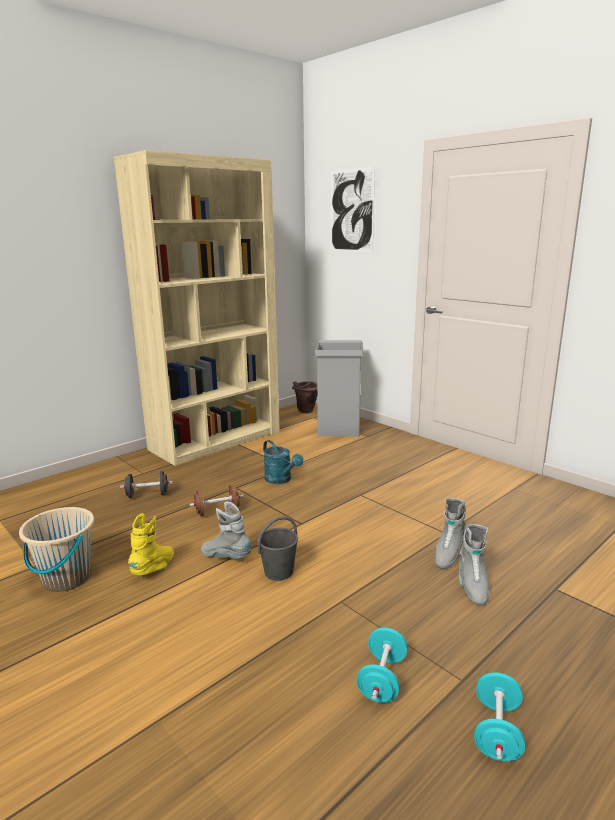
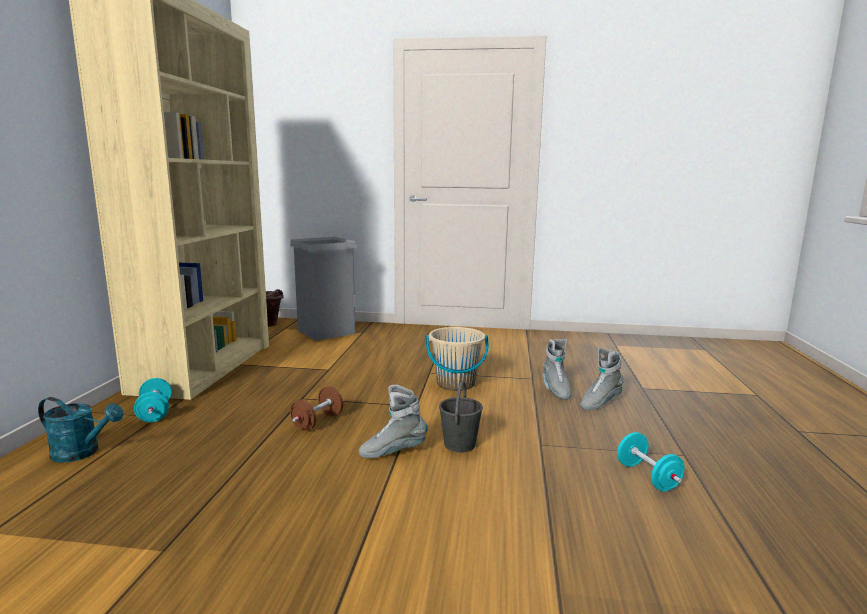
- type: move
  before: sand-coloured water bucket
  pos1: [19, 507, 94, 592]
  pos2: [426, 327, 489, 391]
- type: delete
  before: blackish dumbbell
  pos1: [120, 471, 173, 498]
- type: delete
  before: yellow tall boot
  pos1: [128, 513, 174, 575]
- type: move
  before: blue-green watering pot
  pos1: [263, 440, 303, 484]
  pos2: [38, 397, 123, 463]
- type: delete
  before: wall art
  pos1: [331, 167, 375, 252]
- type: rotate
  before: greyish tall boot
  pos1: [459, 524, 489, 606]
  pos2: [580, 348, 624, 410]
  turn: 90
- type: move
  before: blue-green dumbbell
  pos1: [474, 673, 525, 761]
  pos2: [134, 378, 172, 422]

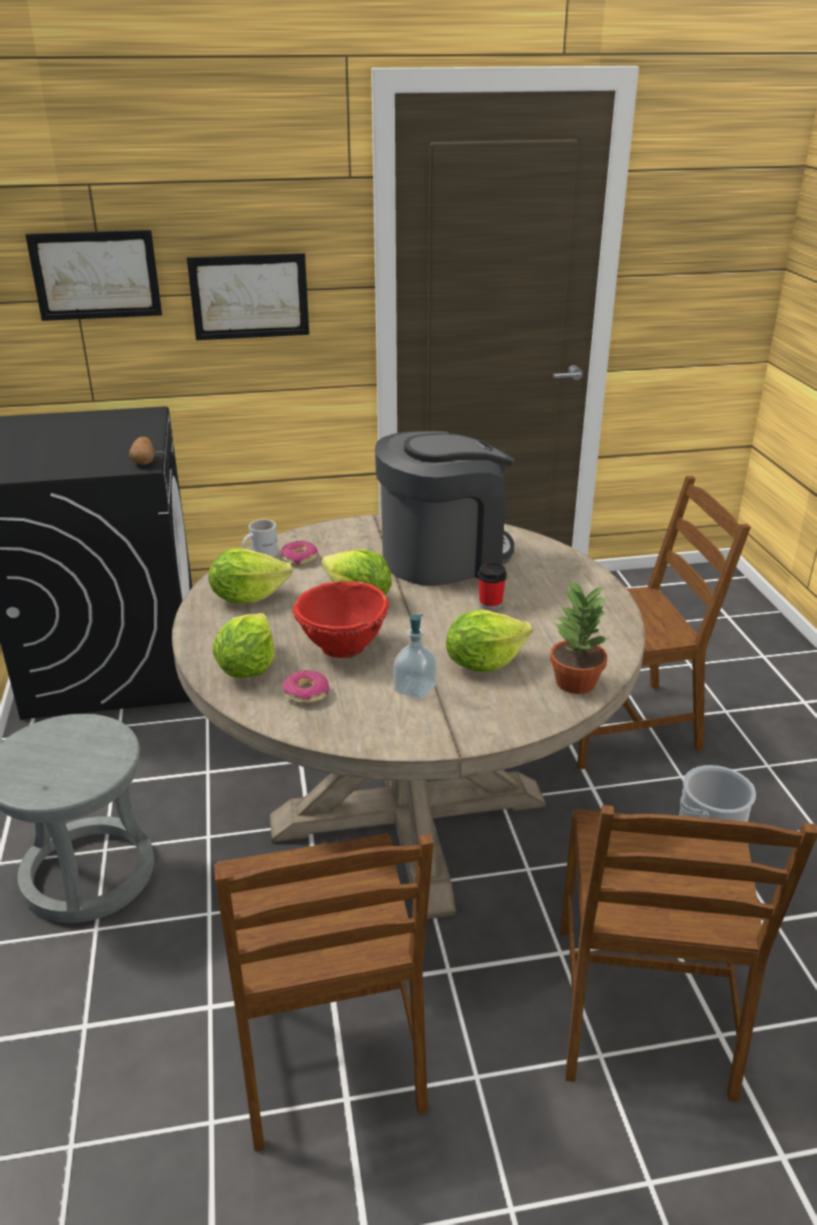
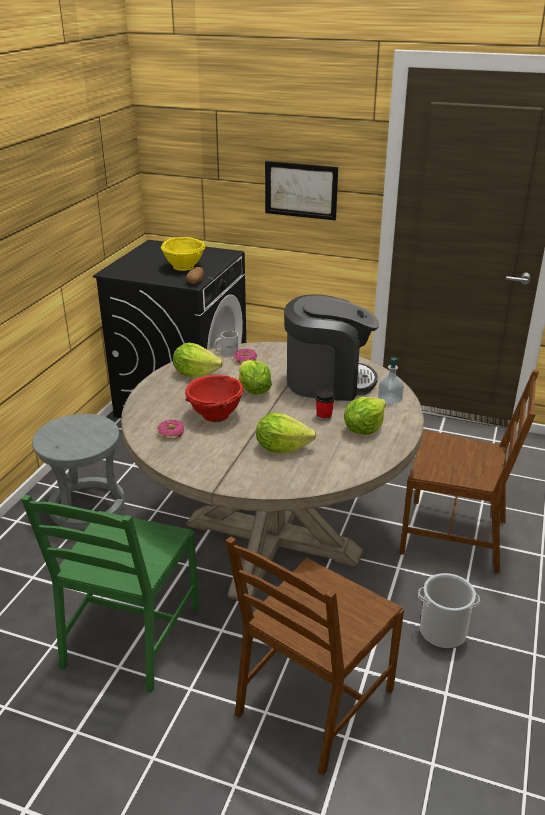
- type: delete
  before: wall art
  pos1: [25, 230, 162, 321]
- type: move
  before: head of lettuce
  pos1: [213, 613, 275, 678]
  pos2: [344, 397, 386, 435]
- type: recolor
  before: brown-coloured plain chair
  after: green plain chair
  pos1: [214, 833, 434, 1152]
  pos2: [21, 495, 199, 693]
- type: move
  before: soap dispenser
  pos1: [394, 614, 437, 700]
  pos2: [378, 357, 404, 406]
- type: delete
  before: potted plant
  pos1: [550, 579, 610, 694]
- type: insert
  after: yellow deep dish
  pos2: [161, 237, 205, 271]

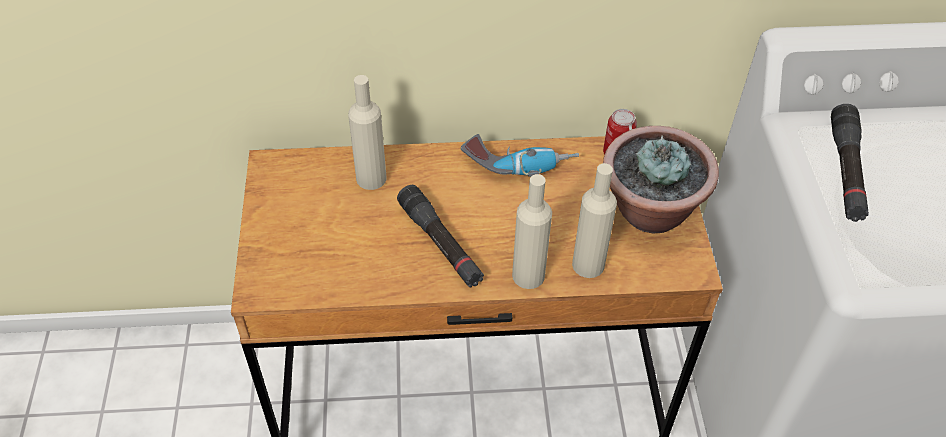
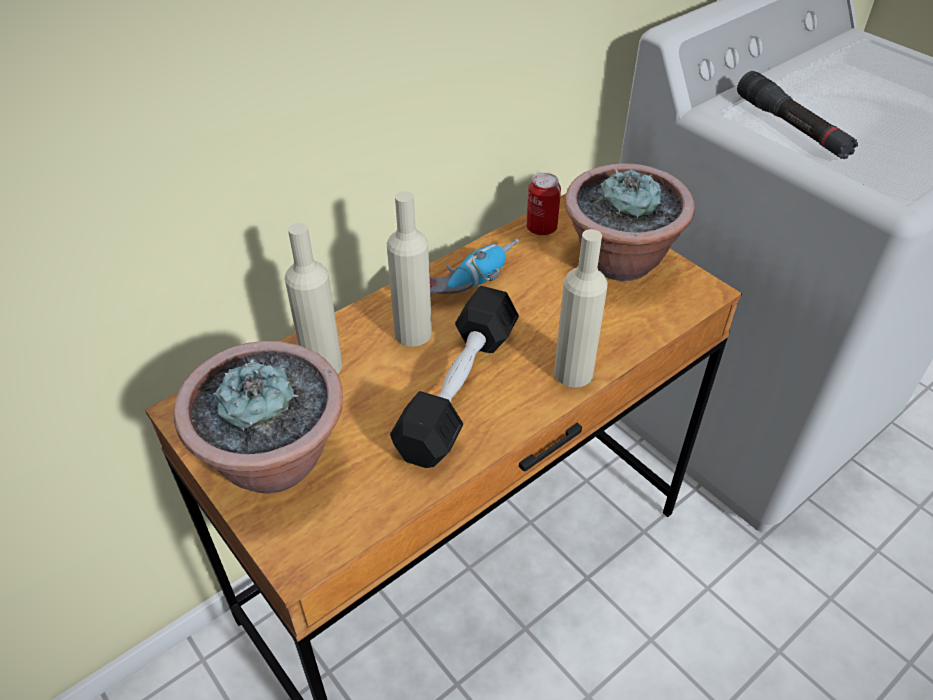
- type: replace
  before: blackish hand torch
  after: blackish dumbbell
  pos1: [397, 185, 484, 288]
  pos2: [390, 286, 519, 468]
- type: move
  before: sand-coloured drink bottle
  pos1: [572, 163, 617, 278]
  pos2: [387, 191, 432, 347]
- type: insert
  after: potted plant
  pos2: [174, 341, 343, 494]

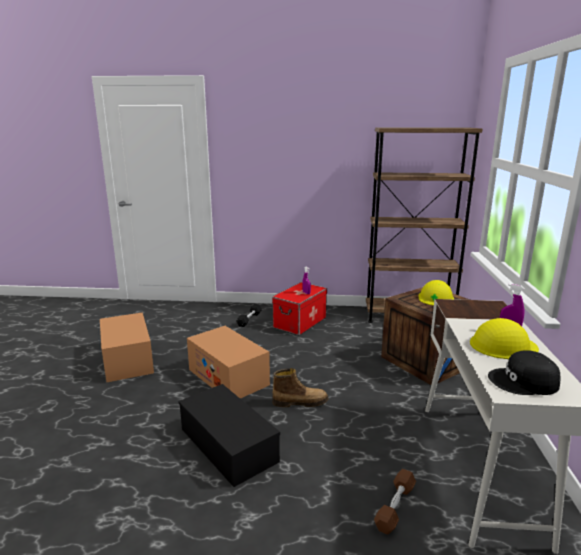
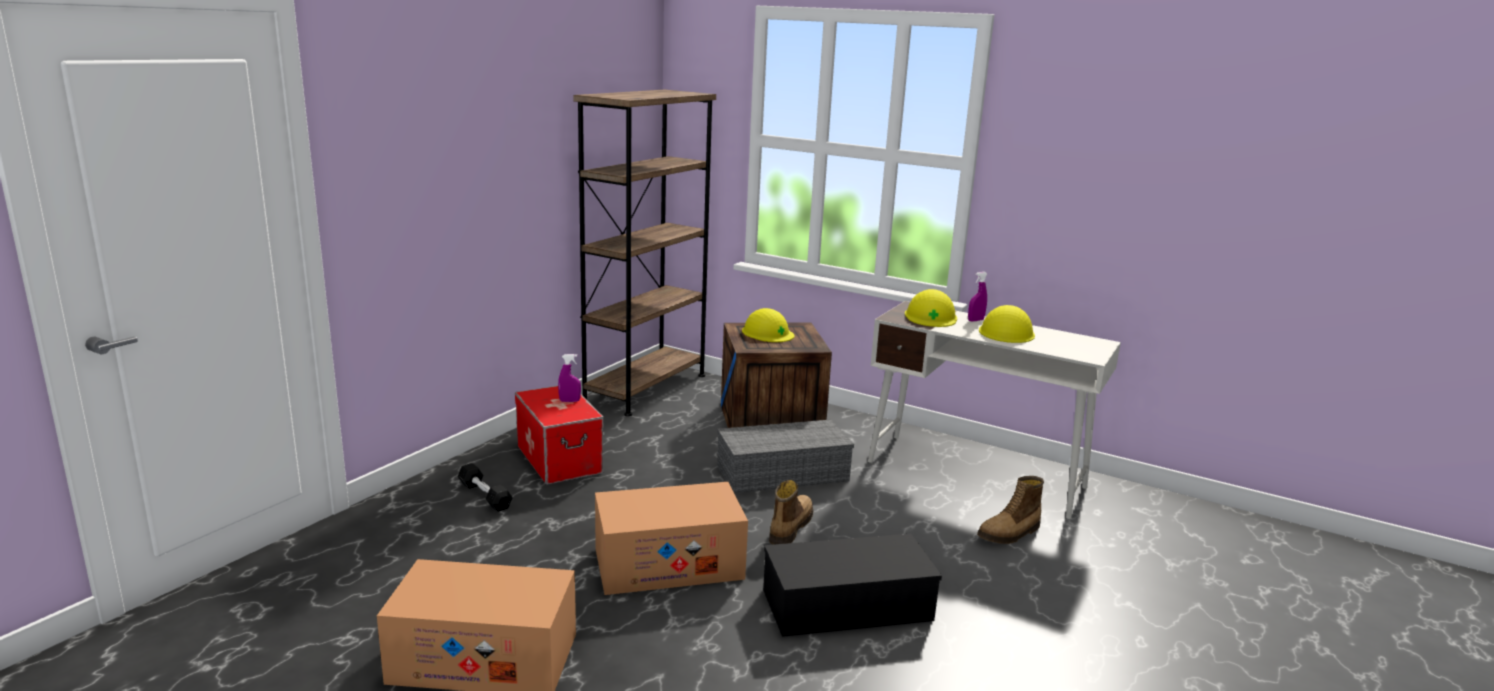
- type: replace
  before: brown-coloured dumbbell
  after: tall boot
  pos1: [374, 469, 416, 534]
  pos2: [977, 476, 1044, 544]
- type: delete
  before: blackish cap
  pos1: [488, 350, 560, 395]
- type: insert
  after: greyish storage container
  pos2: [717, 419, 854, 493]
- type: insert
  after: yellow hard hat
  pos2: [905, 289, 957, 327]

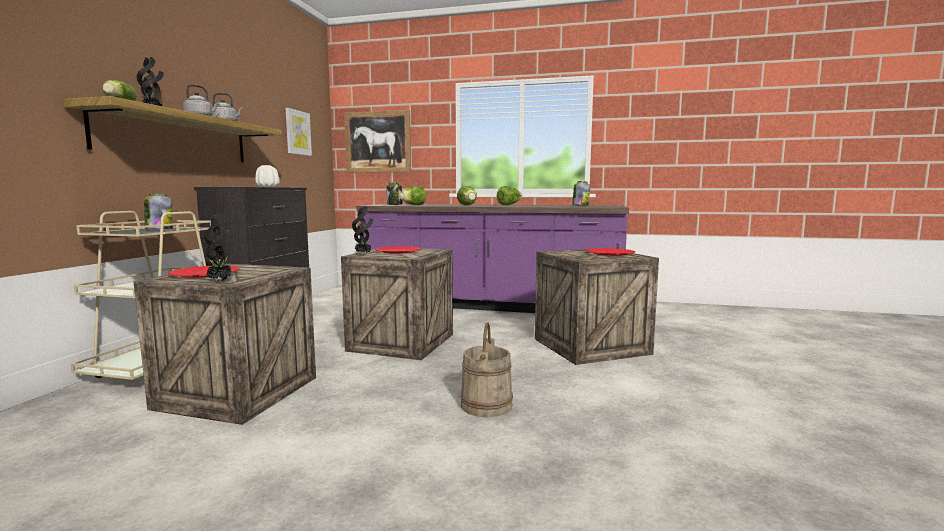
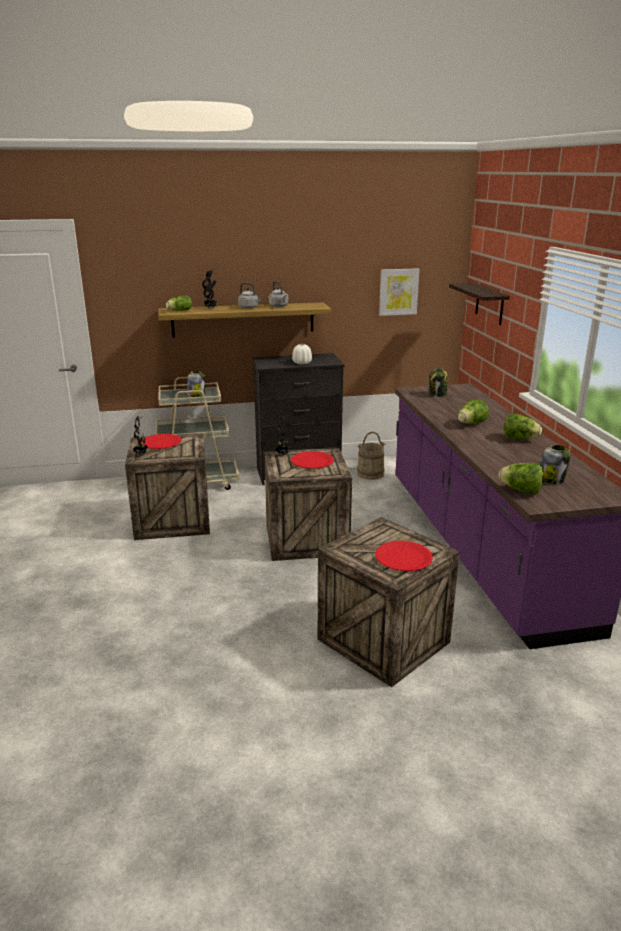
- type: replace
  before: wall art
  after: bracket shelf
  pos1: [344, 110, 411, 173]
  pos2: [449, 283, 510, 325]
- type: move
  before: head of lettuce
  pos1: [399, 186, 427, 205]
  pos2: [499, 463, 544, 494]
- type: move
  before: sand-coloured water bucket
  pos1: [460, 322, 513, 417]
  pos2: [357, 432, 386, 480]

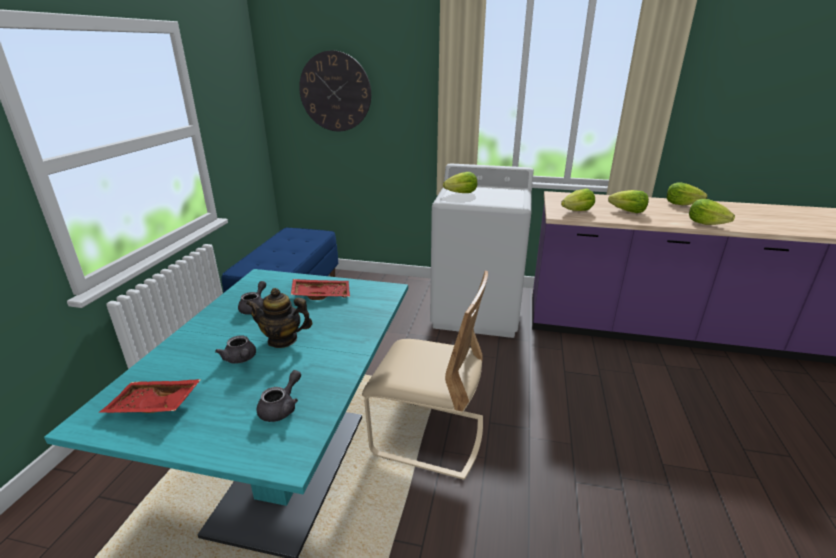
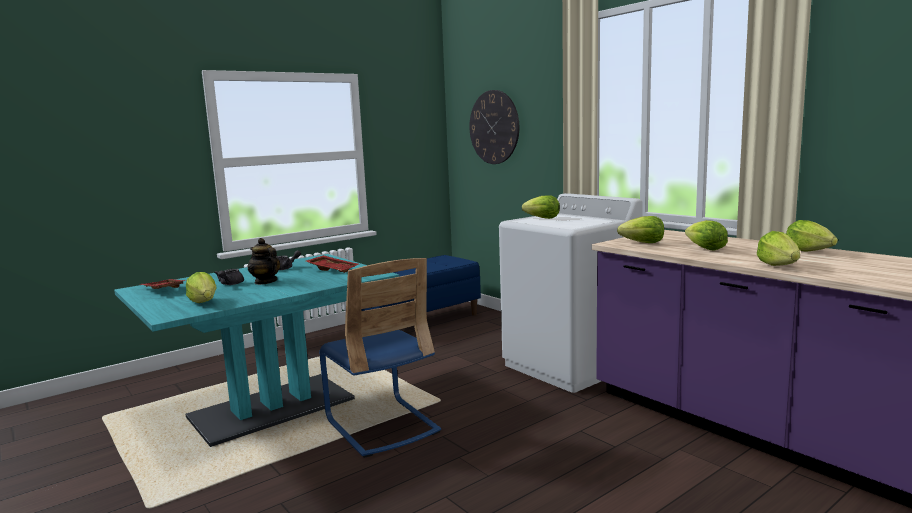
- type: replace
  before: greyish teapot
  after: head of lettuce
  pos1: [257, 370, 301, 422]
  pos2: [186, 272, 217, 303]
- type: recolor
  before: sand-coloured plain chair
  after: bluish plain chair
  pos1: [362, 271, 488, 480]
  pos2: [319, 258, 441, 458]

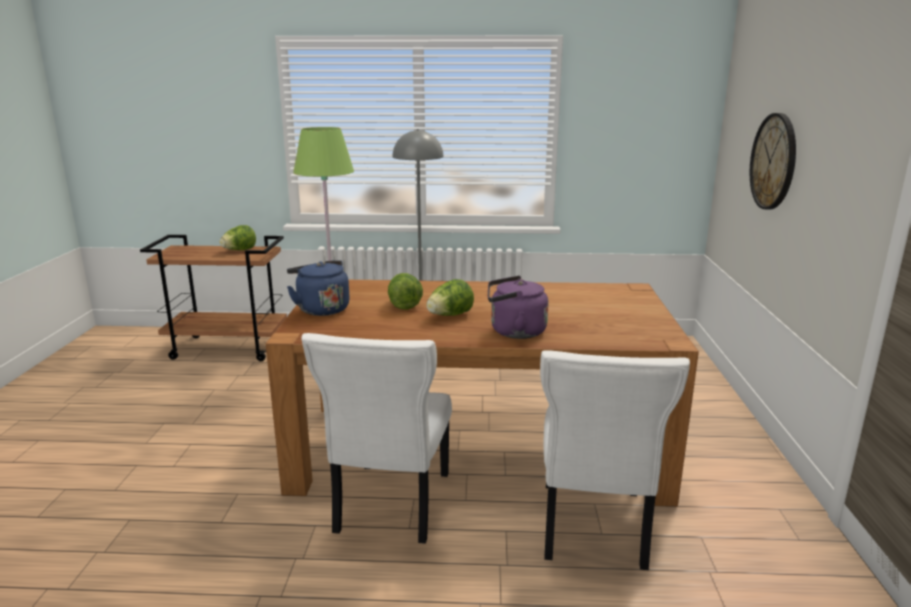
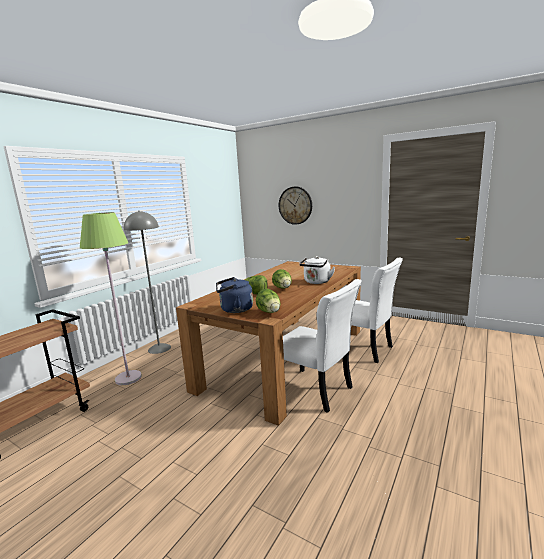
- type: move
  before: head of lettuce
  pos1: [219, 225, 256, 250]
  pos2: [256, 289, 280, 313]
- type: recolor
  before: purple tea kettle
  after: white-coloured tea kettle
  pos1: [488, 276, 549, 339]
  pos2: [299, 256, 335, 284]

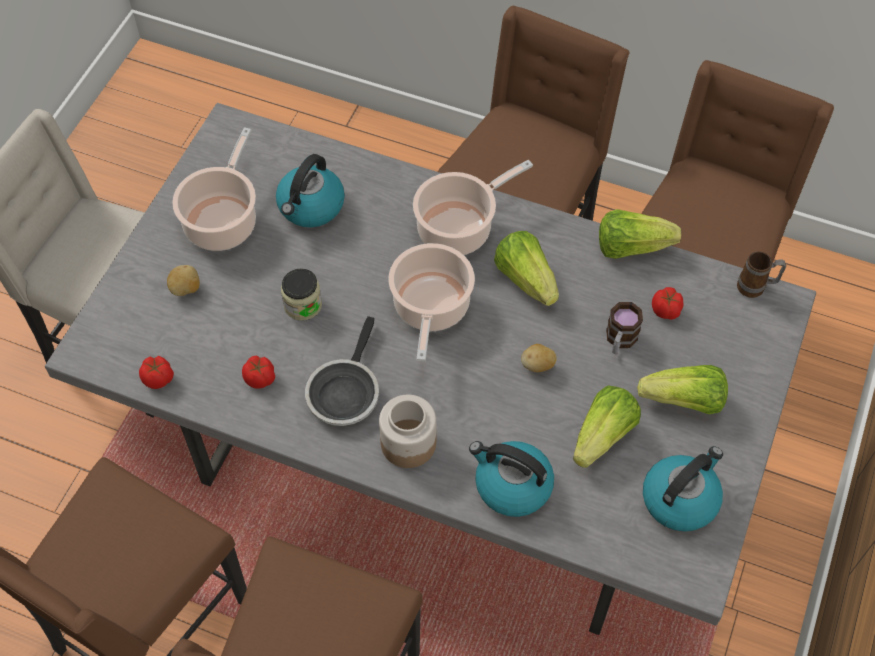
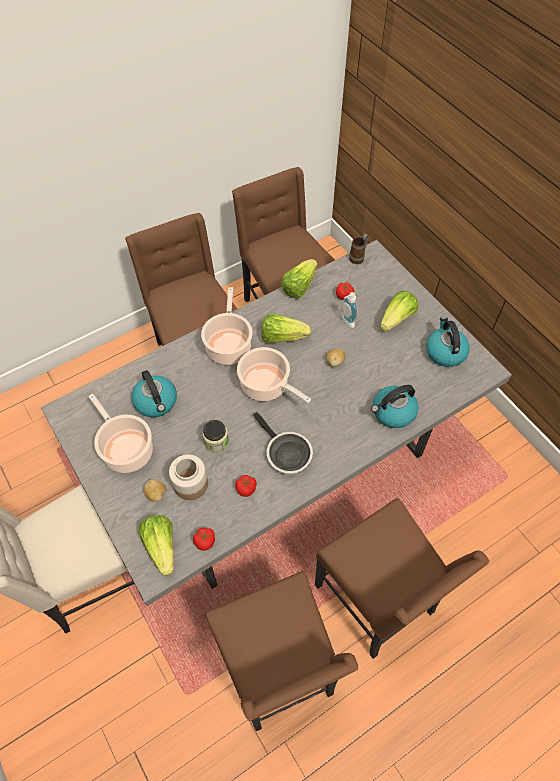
- type: move
  before: storage jar
  pos1: [379, 395, 436, 468]
  pos2: [169, 454, 208, 500]
- type: move
  before: head of lettuce
  pos1: [573, 386, 641, 468]
  pos2: [139, 515, 174, 576]
- type: replace
  before: mug
  after: soap dispenser
  pos1: [606, 302, 643, 354]
  pos2: [342, 292, 358, 328]

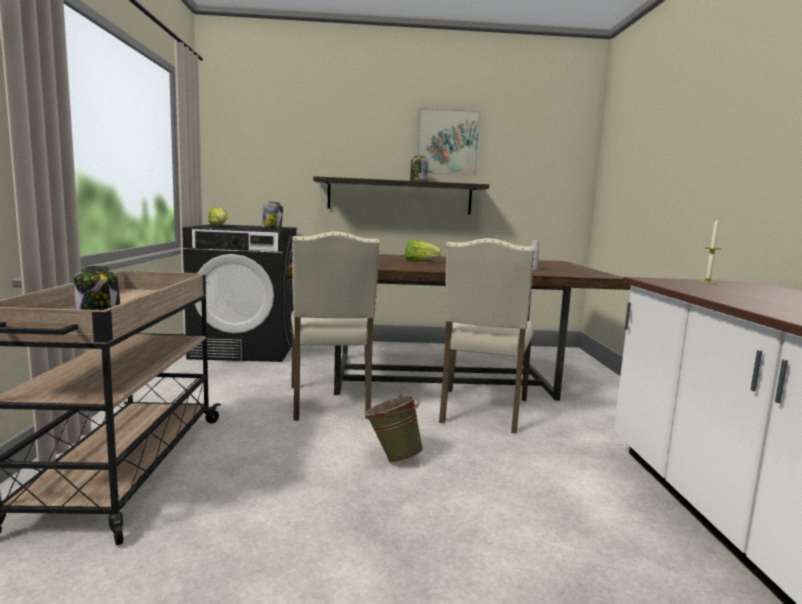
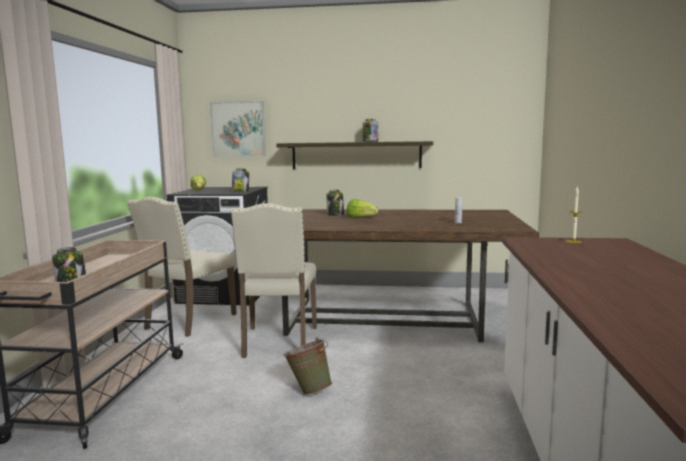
- type: move
  before: wall art
  pos1: [416, 108, 481, 175]
  pos2: [210, 101, 266, 157]
- type: move
  before: sand-coloured plain chair
  pos1: [439, 238, 534, 434]
  pos2: [127, 197, 237, 337]
- type: insert
  after: storage jar
  pos2: [326, 190, 344, 216]

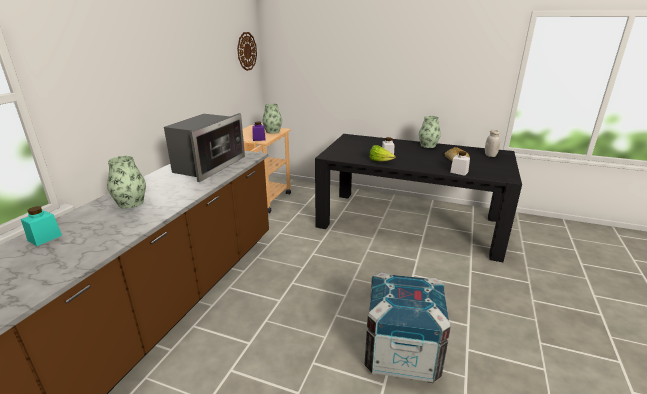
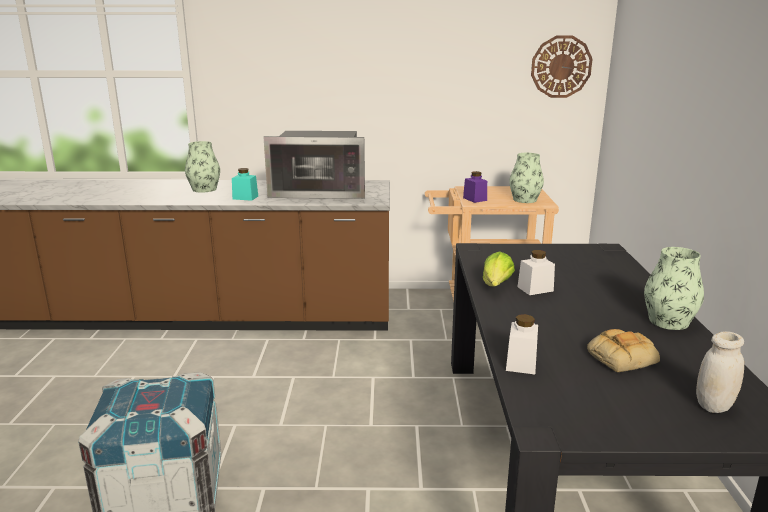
- type: move
  before: blue-green storage jar
  pos1: [21, 206, 62, 246]
  pos2: [232, 168, 258, 201]

